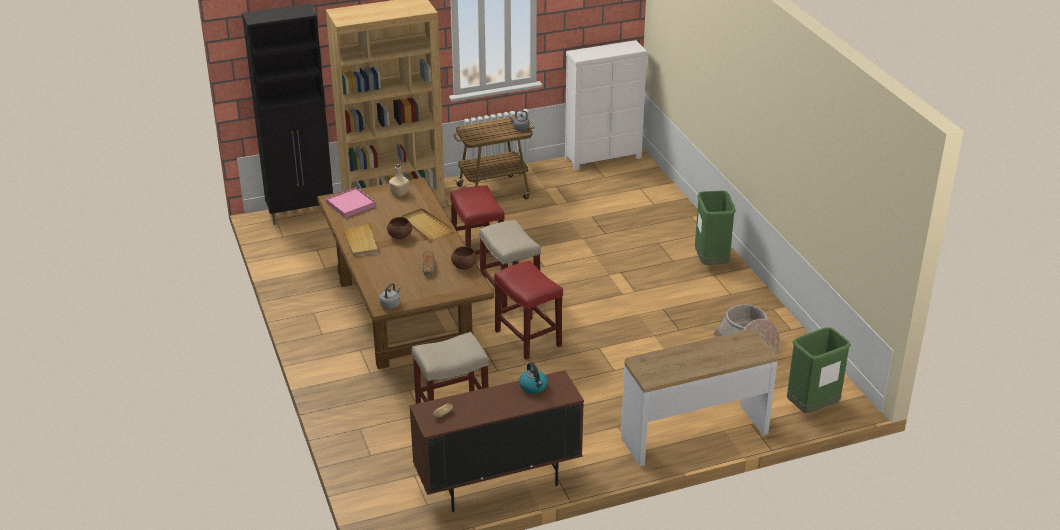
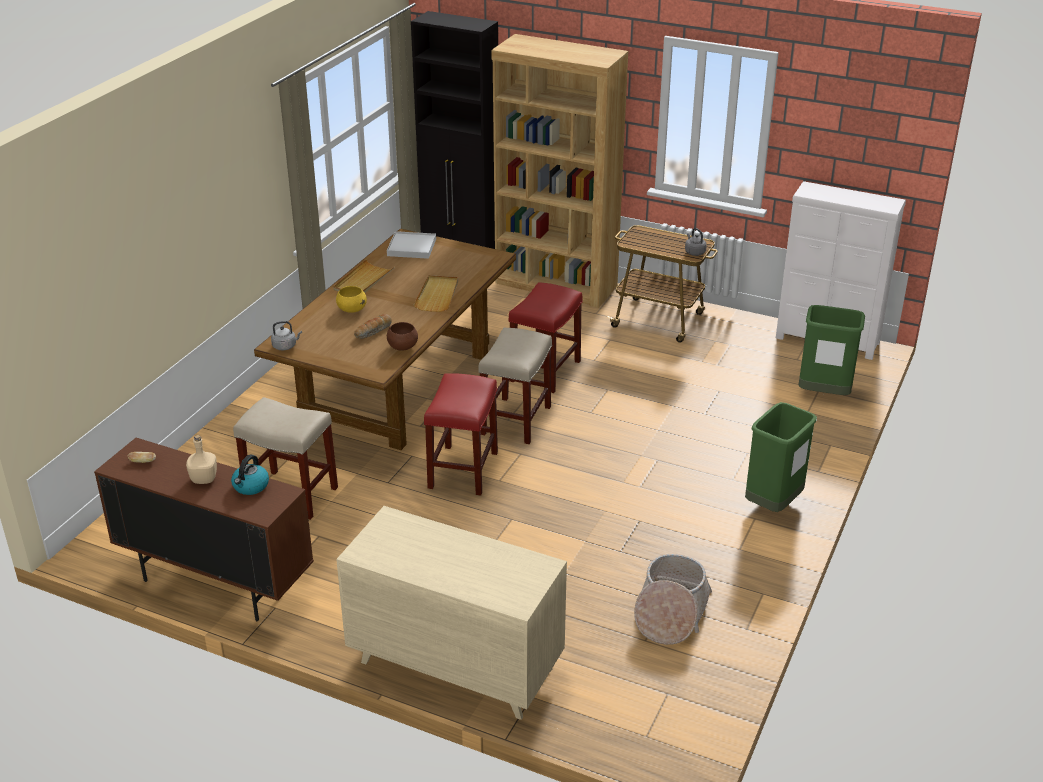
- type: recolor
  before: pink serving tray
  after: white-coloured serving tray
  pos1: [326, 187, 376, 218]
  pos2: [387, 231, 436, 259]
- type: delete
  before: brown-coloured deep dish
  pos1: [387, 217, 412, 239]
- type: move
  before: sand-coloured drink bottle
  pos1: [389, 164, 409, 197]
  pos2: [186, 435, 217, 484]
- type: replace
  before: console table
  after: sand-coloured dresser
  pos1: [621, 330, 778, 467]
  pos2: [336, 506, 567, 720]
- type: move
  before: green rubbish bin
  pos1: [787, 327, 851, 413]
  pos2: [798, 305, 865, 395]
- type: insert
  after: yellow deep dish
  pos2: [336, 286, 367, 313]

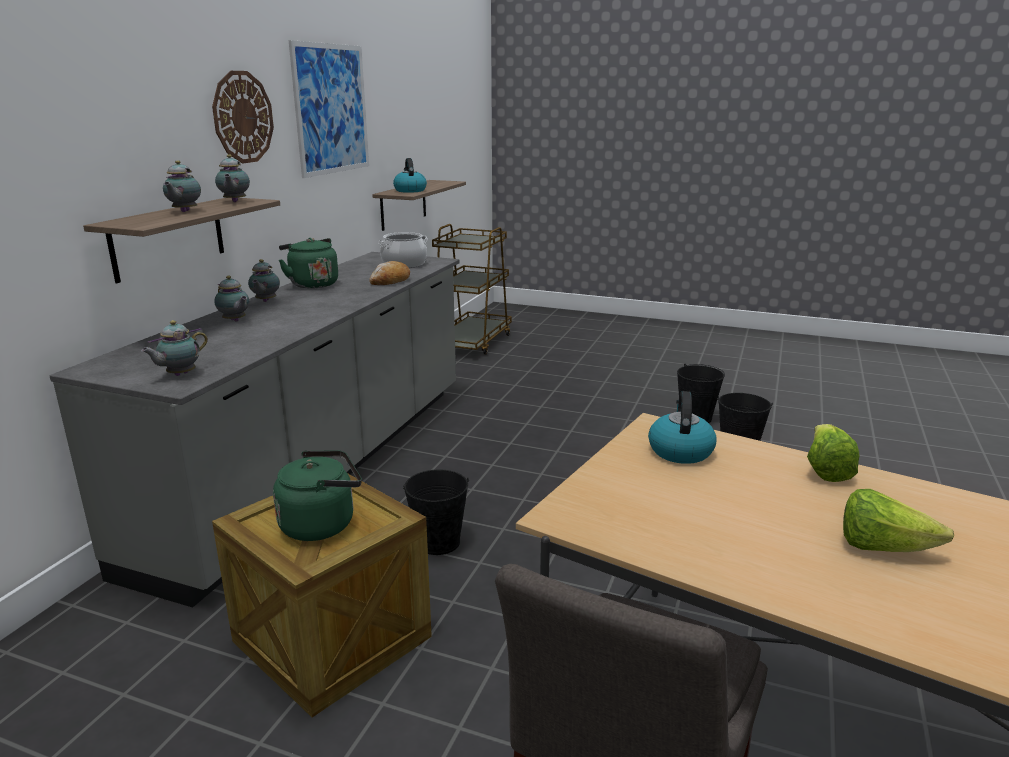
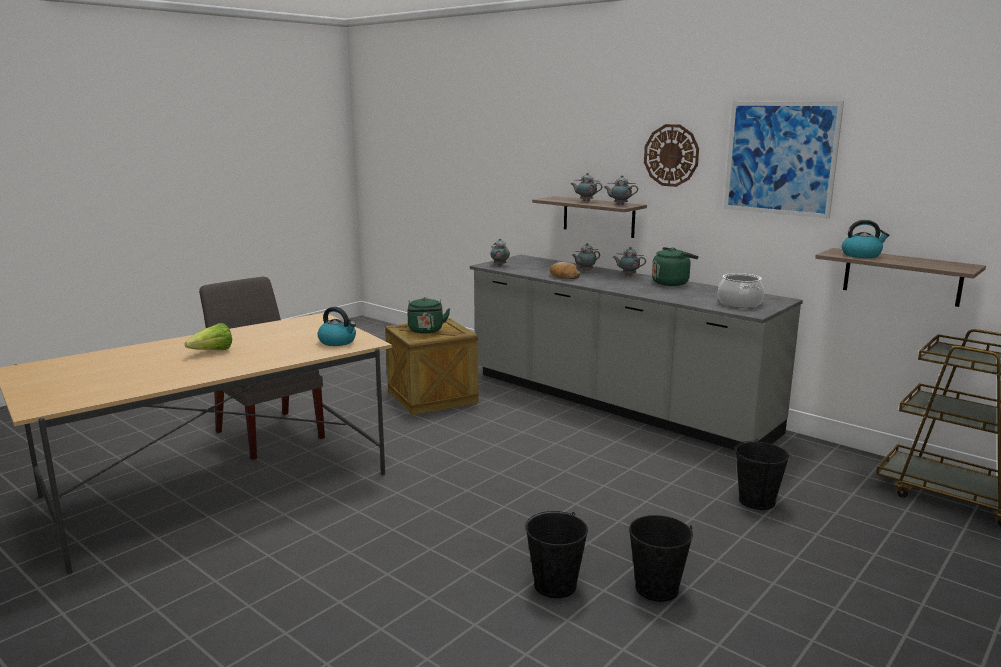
- type: move
  before: baked bread
  pos1: [369, 261, 410, 285]
  pos2: [550, 262, 580, 279]
- type: move
  before: blackish water bucket
  pos1: [403, 469, 469, 555]
  pos2: [735, 439, 789, 510]
- type: delete
  before: head of lettuce
  pos1: [807, 424, 859, 482]

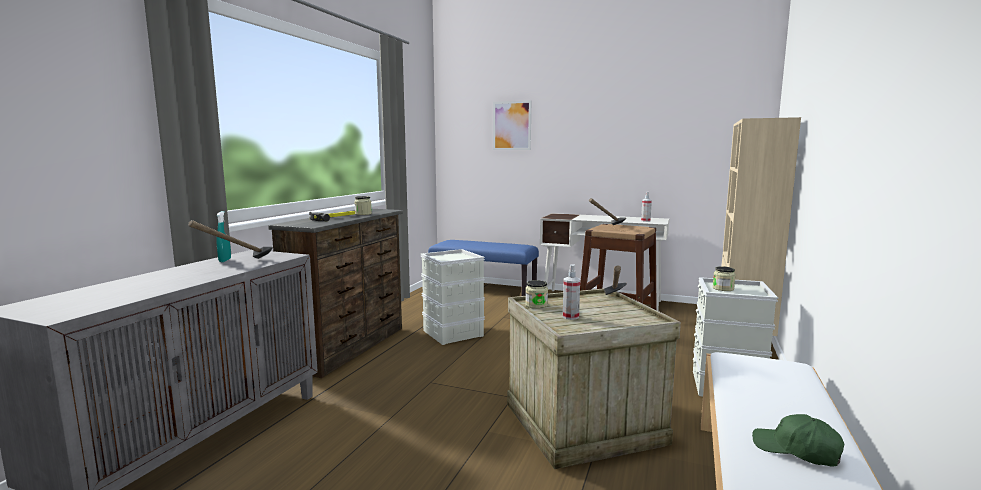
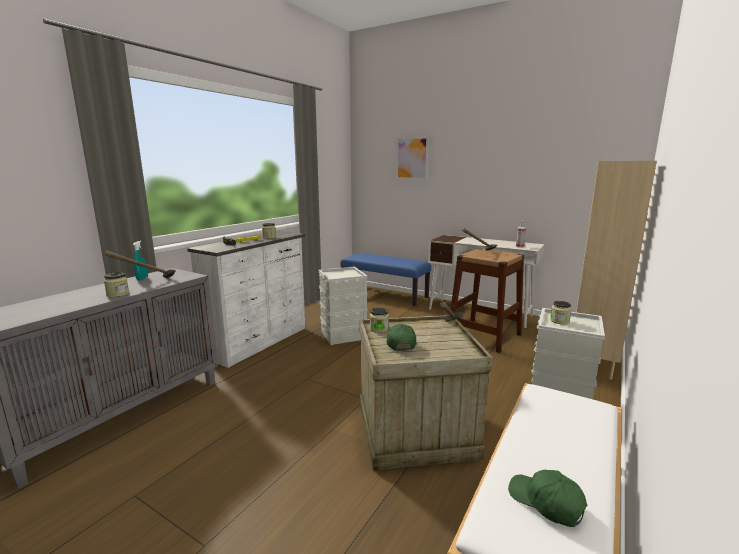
- type: recolor
  before: brown-coloured dresser
  after: white-coloured dresser
  pos1: [268, 209, 403, 378]
  pos2: [187, 231, 305, 368]
- type: replace
  before: spray bottle
  after: green cap
  pos1: [563, 264, 580, 320]
  pos2: [387, 324, 416, 351]
- type: insert
  after: storage jar
  pos2: [104, 272, 129, 298]

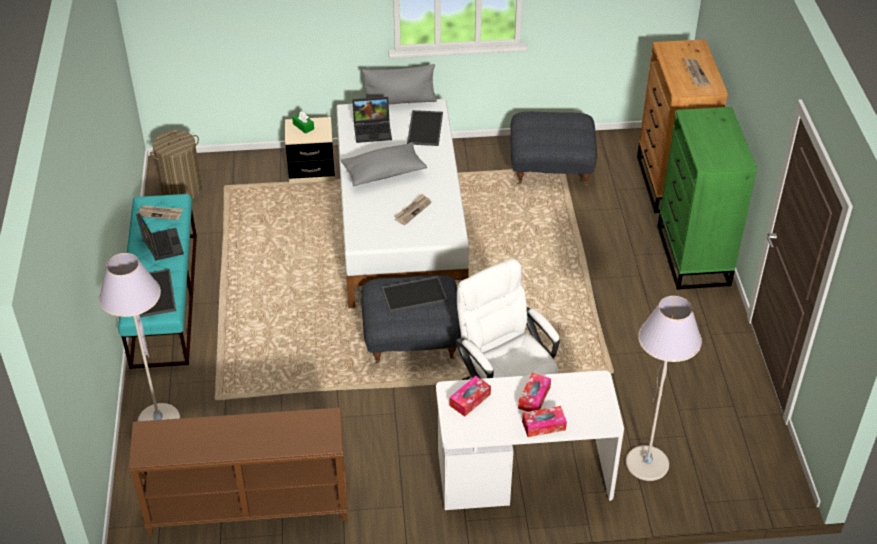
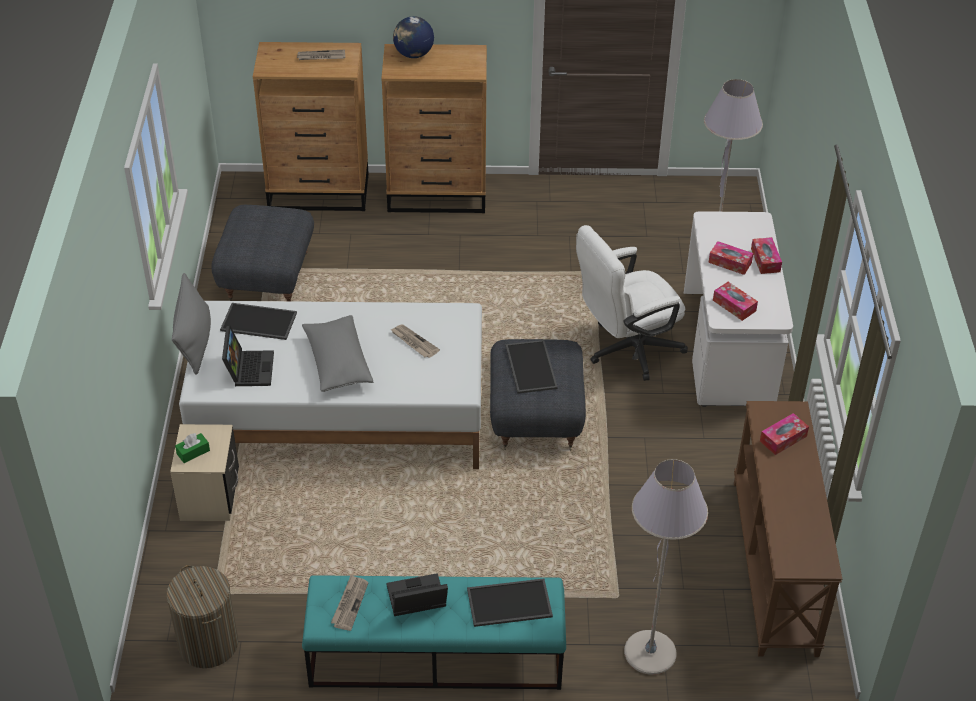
- type: recolor
  before: green dresser
  after: brown-coloured dresser
  pos1: [657, 107, 757, 290]
  pos2: [381, 44, 487, 213]
- type: insert
  after: world globe
  pos2: [393, 16, 434, 58]
- type: insert
  after: tissue box
  pos2: [760, 413, 809, 455]

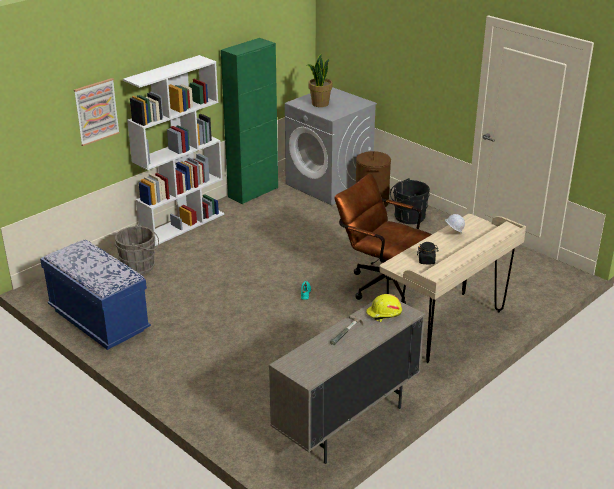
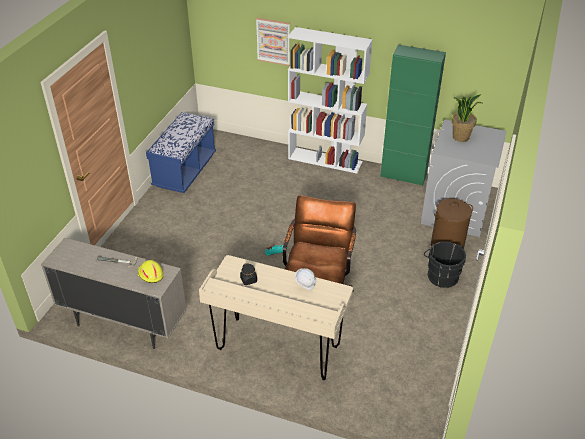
- type: delete
  before: greyish water bucket
  pos1: [115, 224, 159, 275]

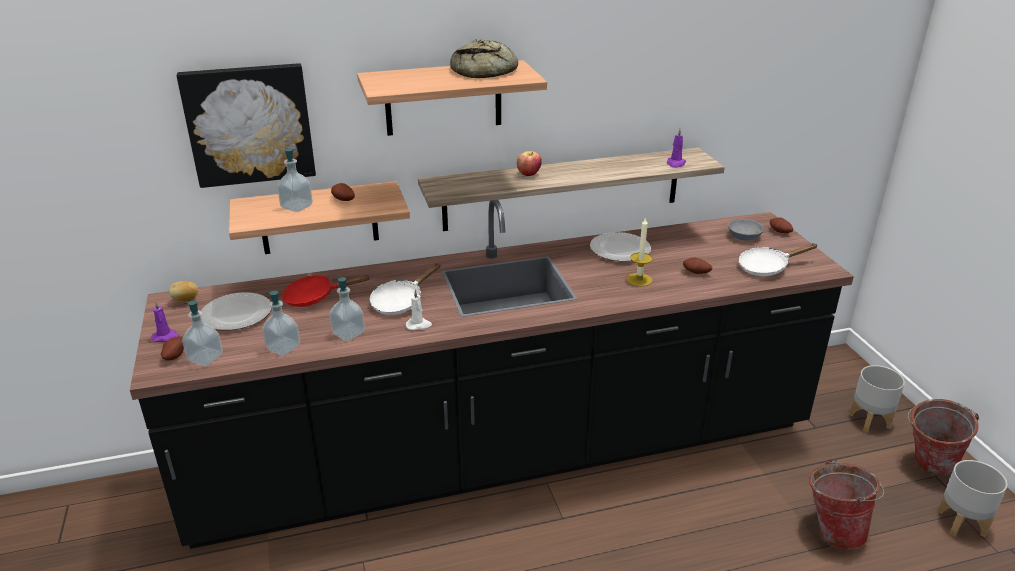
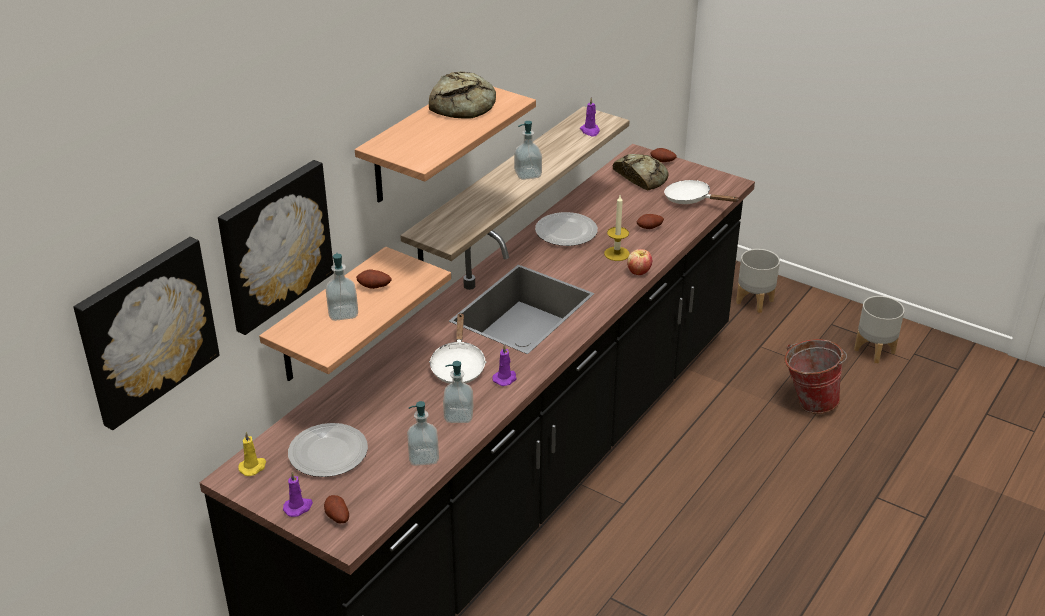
- type: replace
  before: potato
  after: yellow candle
  pos1: [169, 281, 198, 302]
  pos2: [238, 432, 266, 476]
- type: move
  before: soap dispenser
  pos1: [182, 300, 223, 366]
  pos2: [514, 121, 542, 180]
- type: delete
  before: red-coloured pan
  pos1: [282, 275, 371, 307]
- type: recolor
  before: white-coloured candle
  after: purple candle
  pos1: [406, 289, 432, 330]
  pos2: [492, 344, 517, 386]
- type: move
  before: whole apple
  pos1: [517, 151, 542, 176]
  pos2: [627, 249, 652, 275]
- type: replace
  before: greyish deep dish
  after: baked bread
  pos1: [728, 219, 764, 241]
  pos2: [613, 154, 669, 190]
- type: rotate
  before: white-coloured pan
  pos1: [738, 243, 818, 276]
  pos2: [664, 180, 739, 204]
  turn: 90
- type: delete
  before: water bucket
  pos1: [908, 399, 979, 475]
- type: insert
  after: wall art
  pos2: [73, 237, 220, 430]

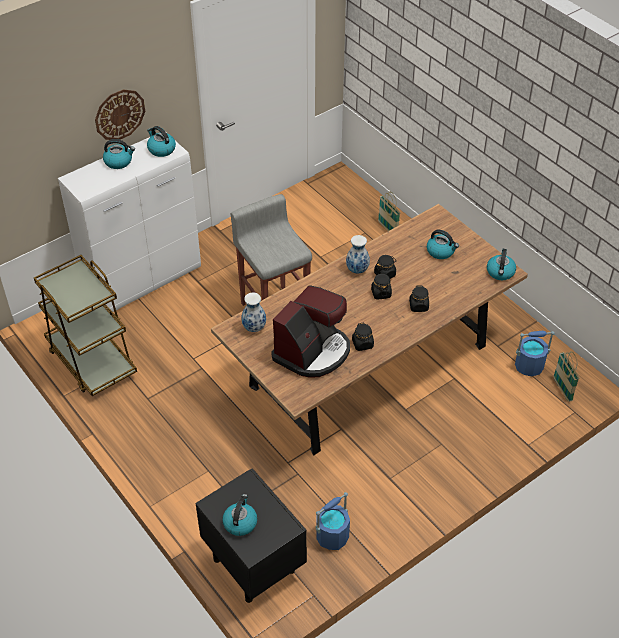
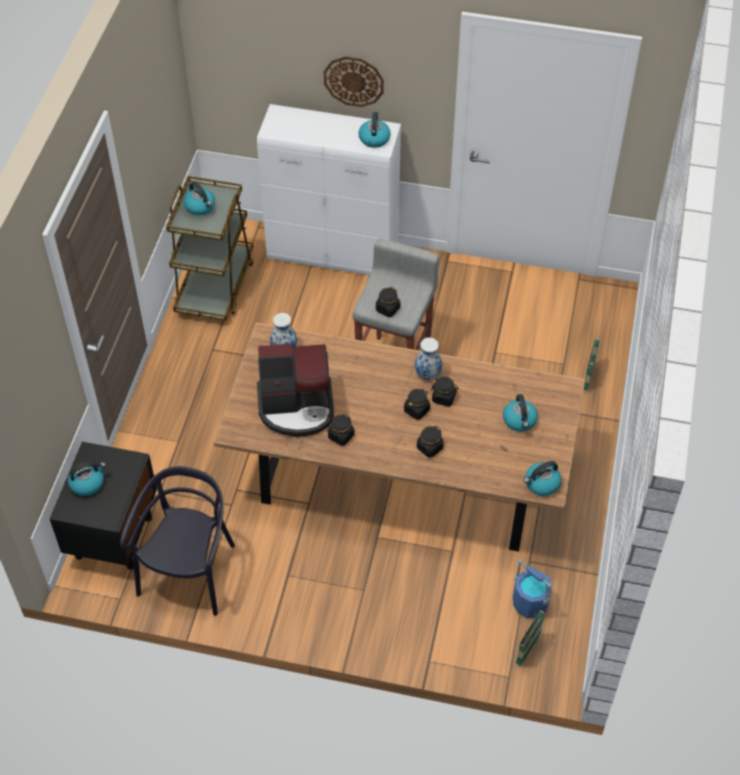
- type: move
  before: tea kettle
  pos1: [103, 139, 135, 169]
  pos2: [184, 182, 215, 215]
- type: replace
  before: bluish water bucket
  after: blackish plain chair
  pos1: [316, 492, 350, 550]
  pos2: [120, 466, 235, 616]
- type: insert
  after: blackish storage jar
  pos2: [376, 287, 400, 317]

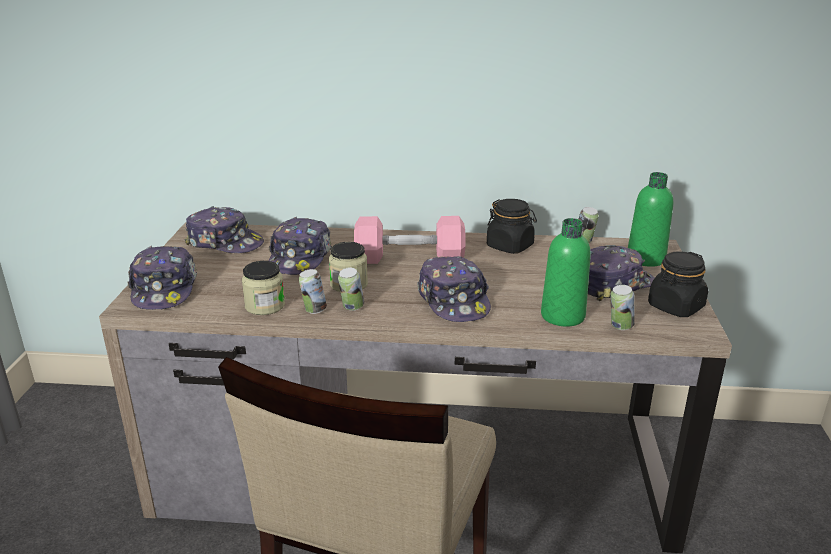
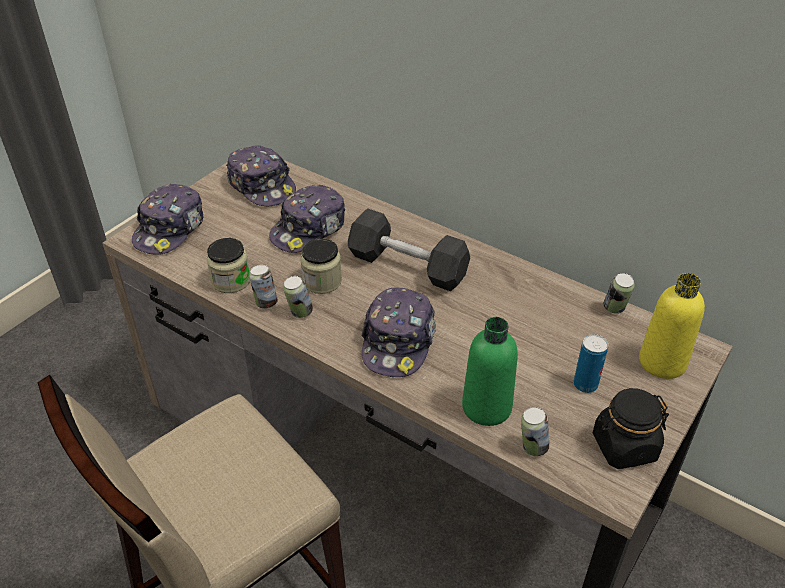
- type: recolor
  before: pink dumbbell
  after: greyish dumbbell
  pos1: [354, 216, 466, 264]
  pos2: [348, 208, 470, 291]
- type: delete
  before: blackish storage jar
  pos1: [487, 199, 537, 254]
- type: replace
  before: cap
  after: sealed can
  pos1: [588, 245, 655, 301]
  pos2: [573, 334, 608, 393]
- type: recolor
  before: green drink bottle
  after: yellow drink bottle
  pos1: [628, 172, 673, 267]
  pos2: [639, 273, 705, 379]

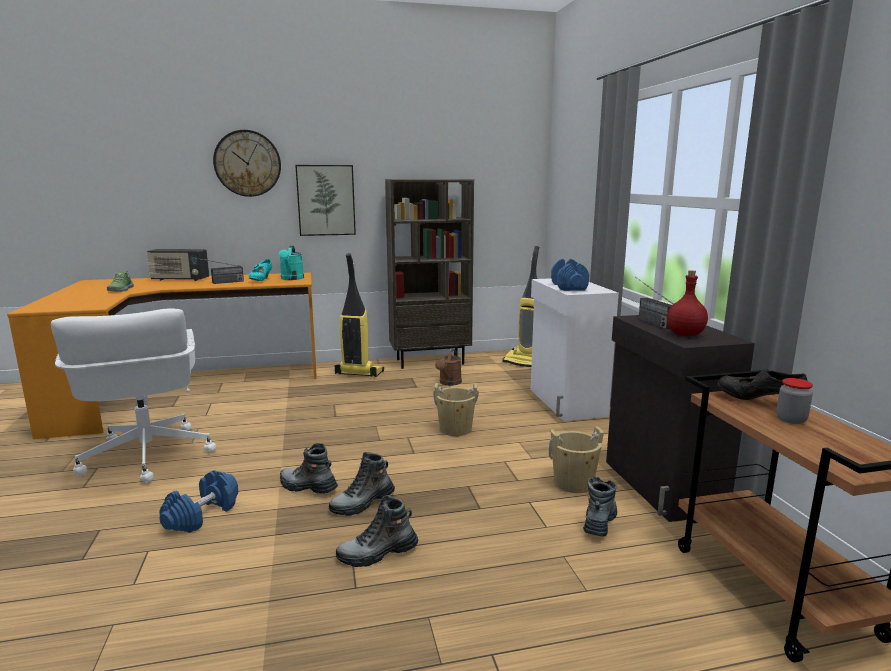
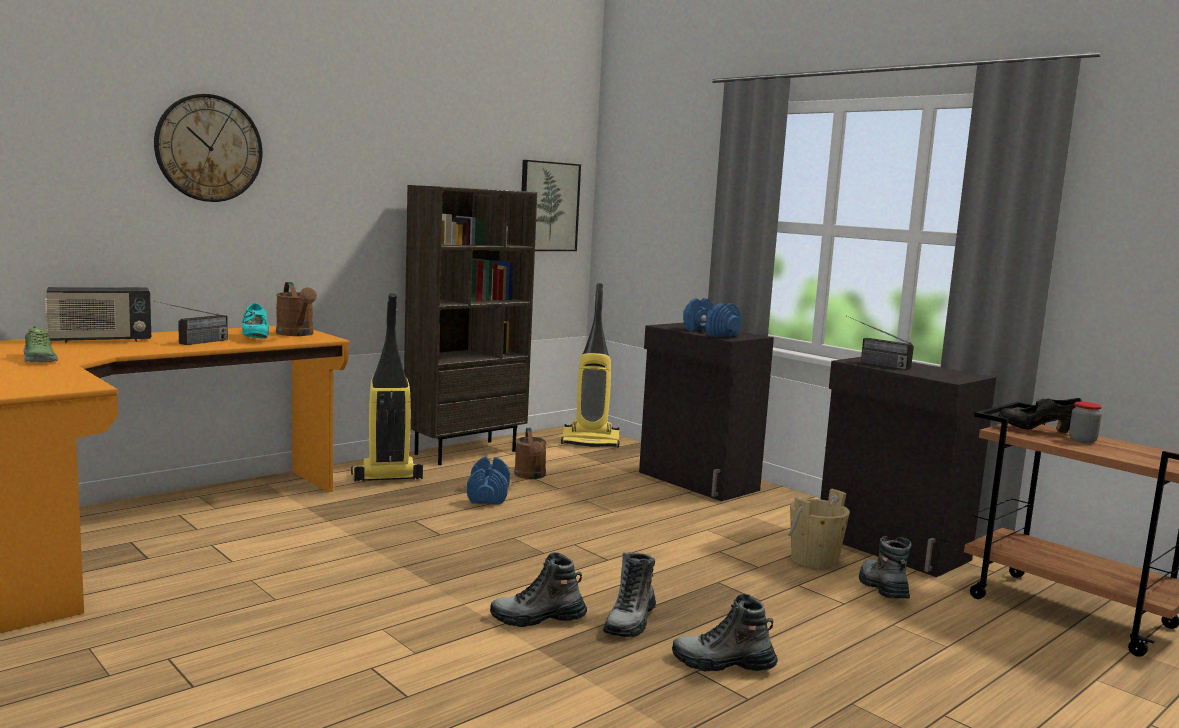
- type: delete
  before: white-coloured computer chair
  pos1: [51, 308, 216, 483]
- type: move
  before: bluish dumbbell
  pos1: [159, 470, 238, 533]
  pos2: [467, 457, 510, 505]
- type: recolor
  before: blue-green watering pot
  after: brown-coloured watering pot
  pos1: [278, 246, 304, 280]
  pos2: [276, 282, 317, 336]
- type: move
  before: wall art
  pos1: [295, 165, 356, 236]
  pos2: [522, 160, 581, 251]
- type: rotate
  before: tall boot
  pos1: [336, 495, 418, 567]
  pos2: [672, 594, 778, 672]
  turn: 60
- type: delete
  before: sand-coloured water bucket
  pos1: [433, 383, 479, 436]
- type: recolor
  before: white-coloured storage cabinet
  after: blackish storage cabinet
  pos1: [530, 278, 619, 421]
  pos2: [639, 323, 774, 501]
- type: delete
  before: red-coloured drink bottle
  pos1: [667, 270, 708, 337]

